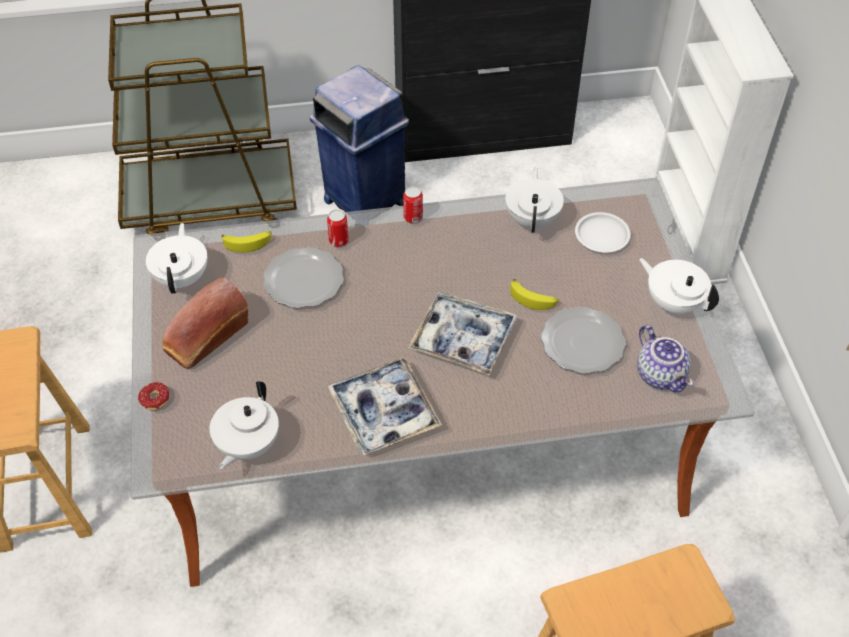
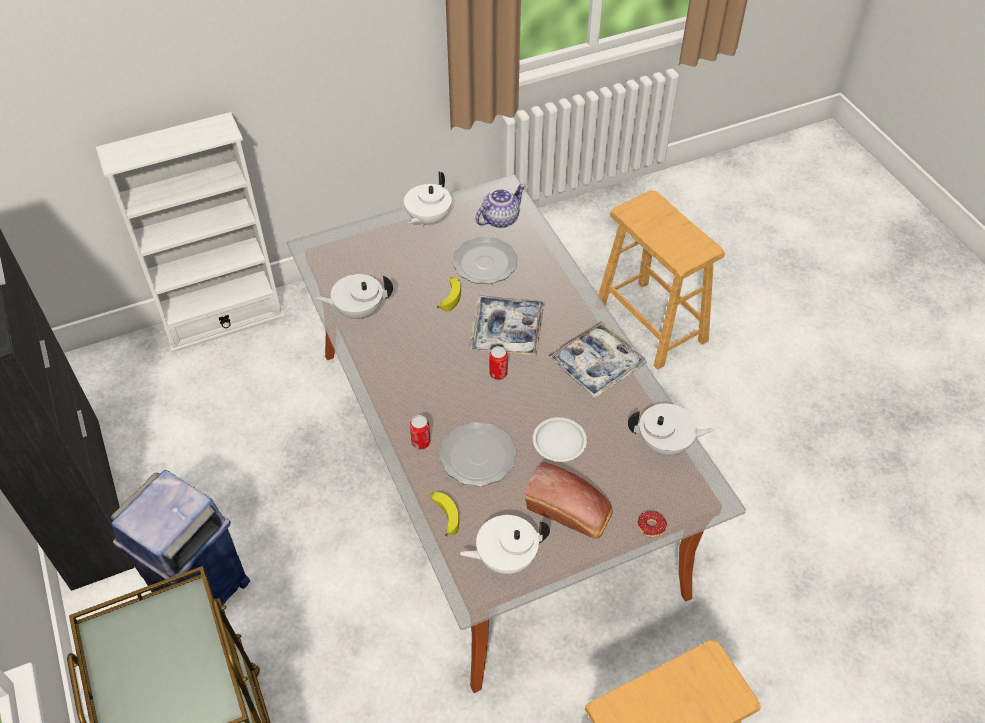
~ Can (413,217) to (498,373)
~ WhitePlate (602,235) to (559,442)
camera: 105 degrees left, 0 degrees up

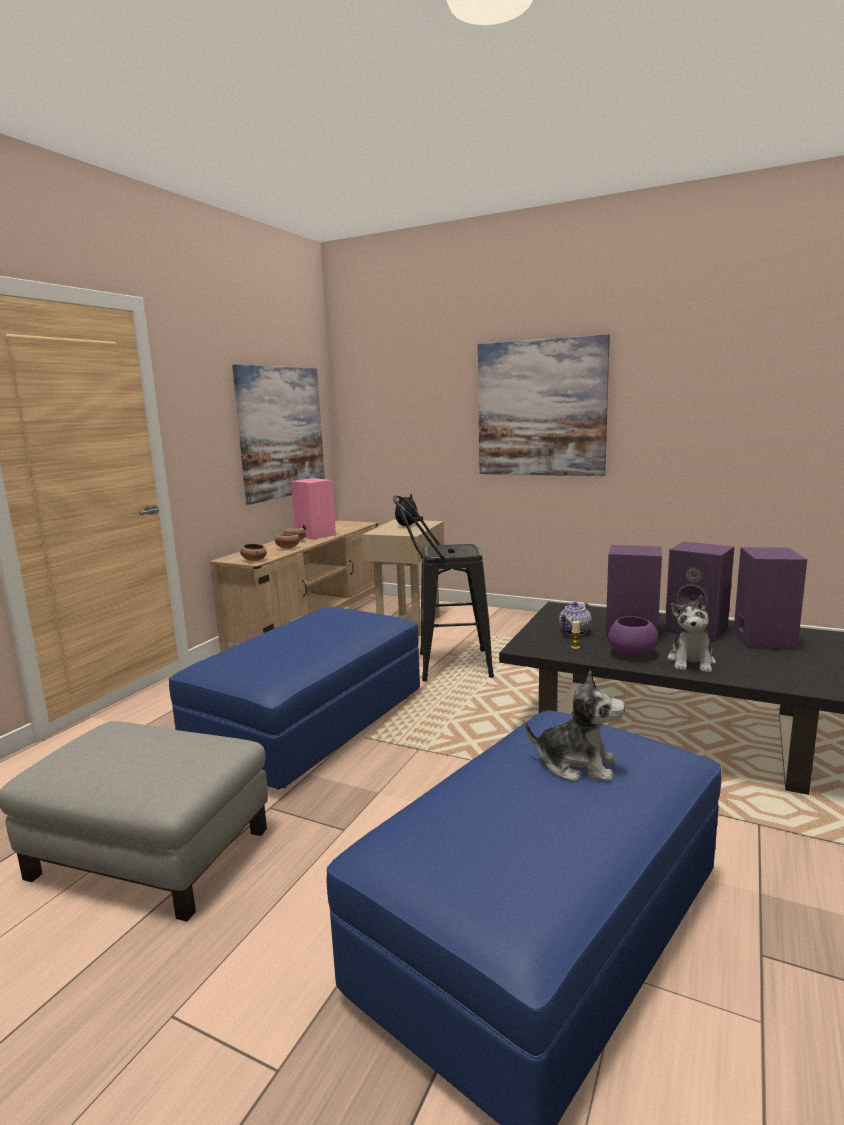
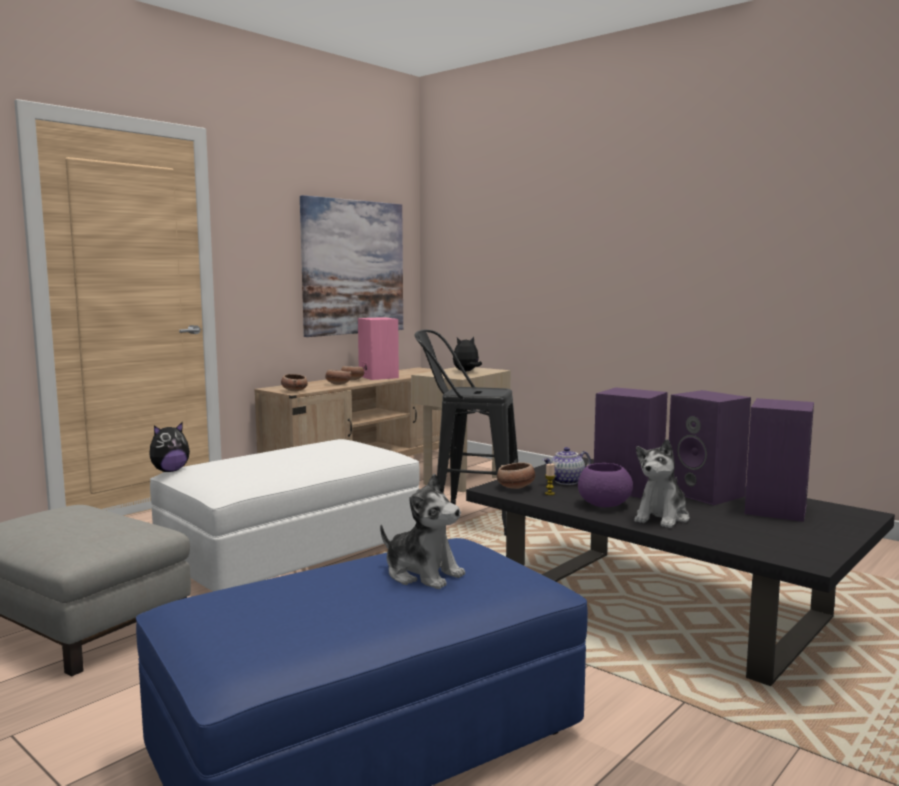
- Picture (541,408)
~ BlueOttoman (311,725) to WhiteOttoman (292,552)
+ PlushToy (169,471)
+ Bowl (516,487)
camera: 15 degrees right, 5 degrees down

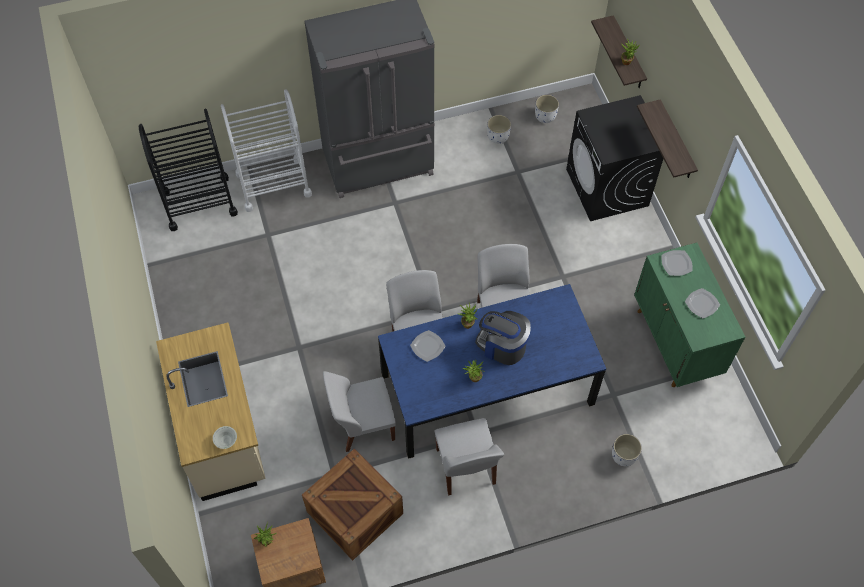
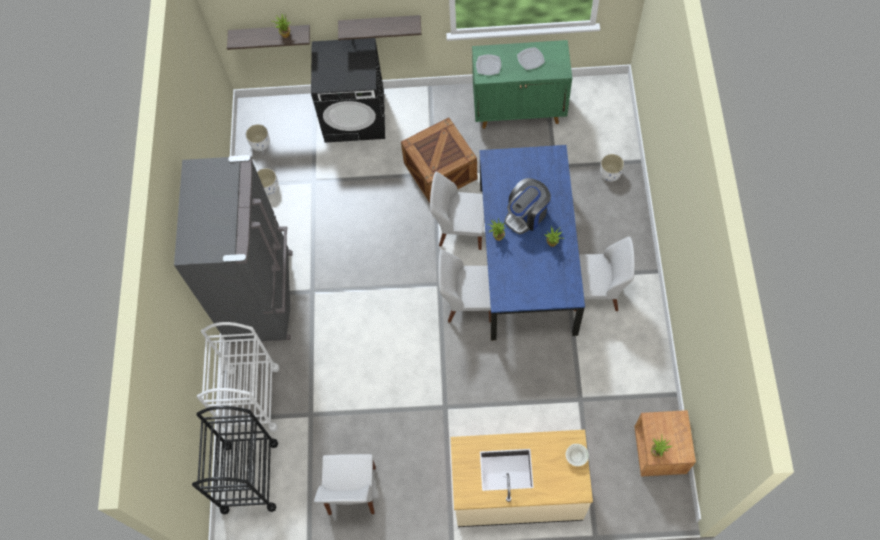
- Plate (428,346)
~ WhiteChair (363,425) to (352,492)
~ Crate (353,512) to (440,172)
camera: 70 degrees left, 5 degrees up

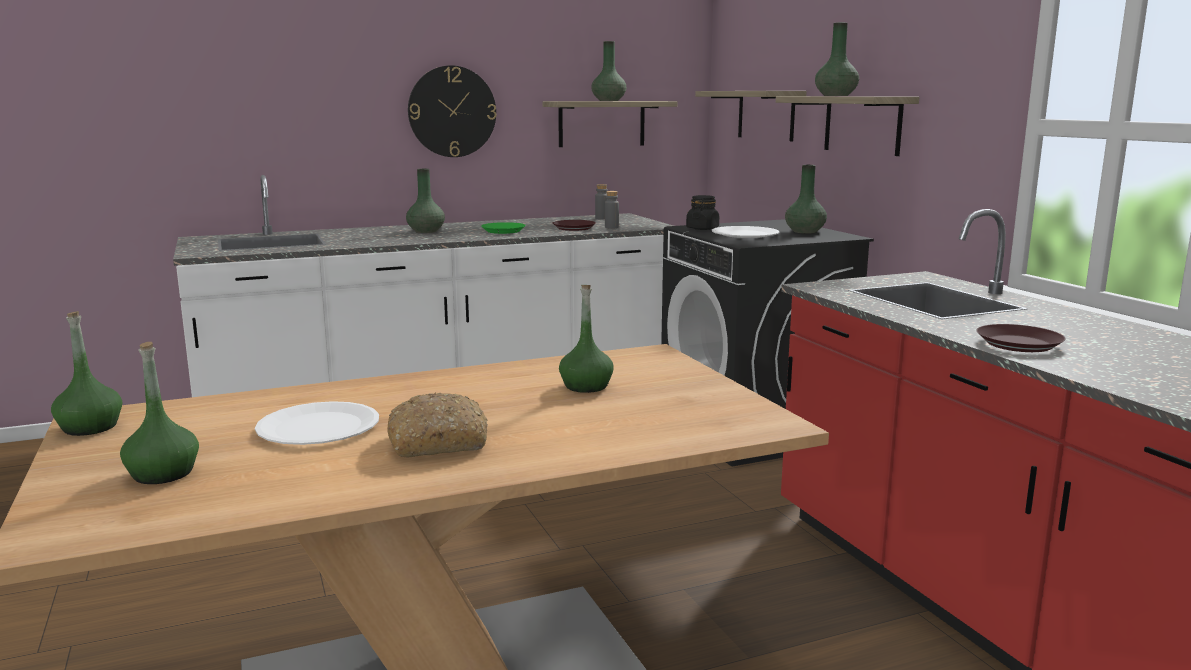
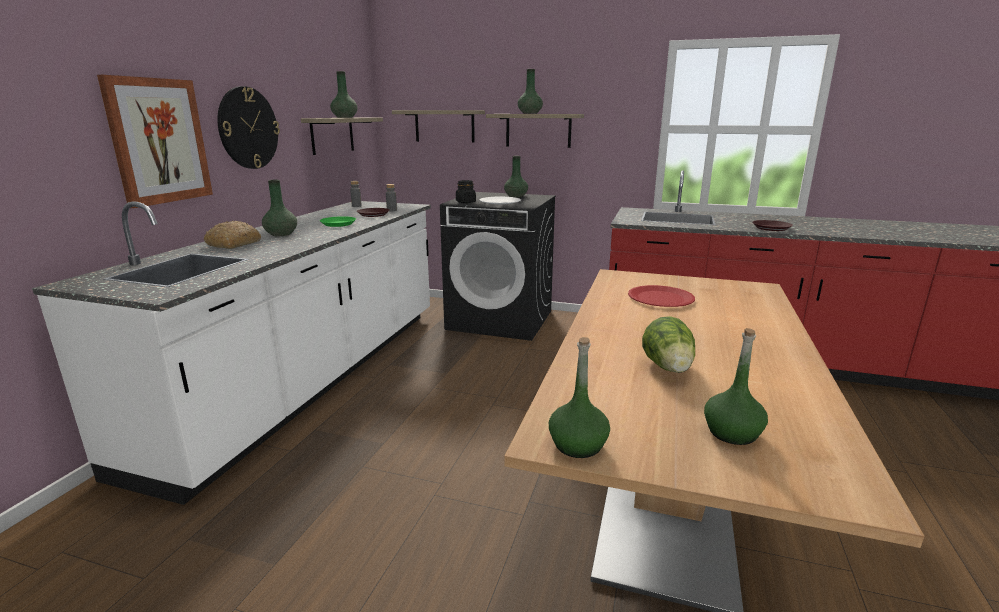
~ GreenBottle (586,386) to RedPlate (660,298)
~ Bread (439,442) to (234,244)
~ WhitePlate (319,427) to Lettuce (669,368)
+ Picture (159,141)
camera: 50 degrees left, 5 degrees up

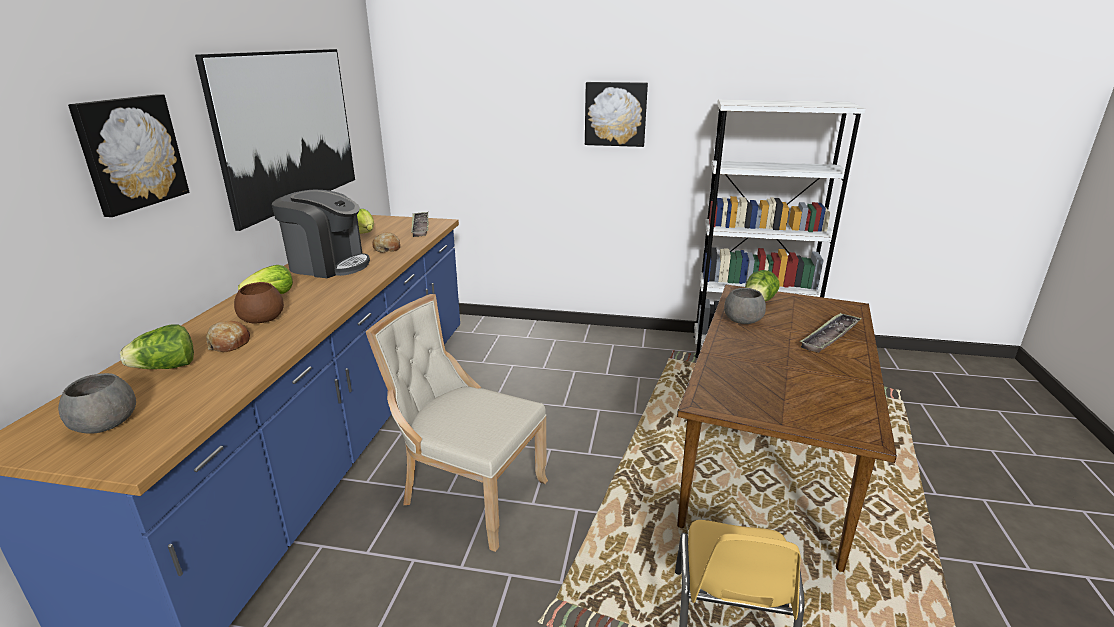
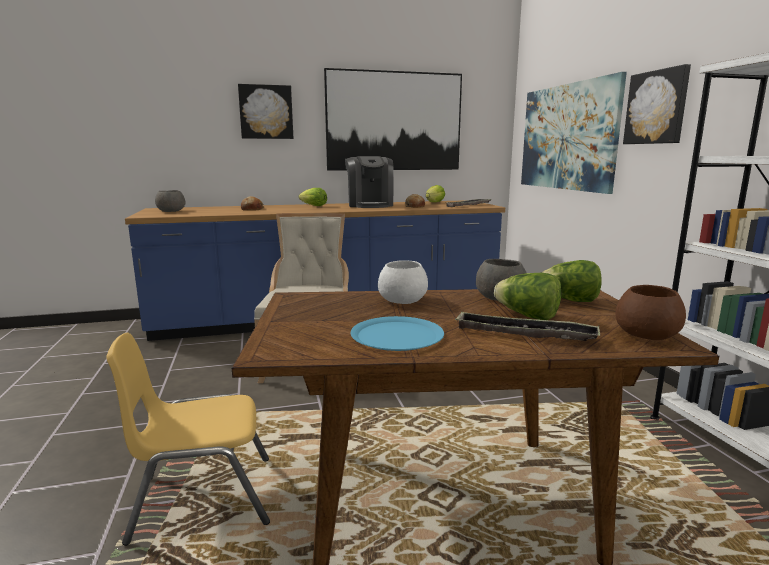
~ BrownBowl (262,318) to (647,334)
~ Lettuce (166,368) to (527,316)
+ Picture (567,137)
+ WhiteBowl (403,300)
+ BluePlate (397,335)
camera: 65 degrees right, 10 degrees down

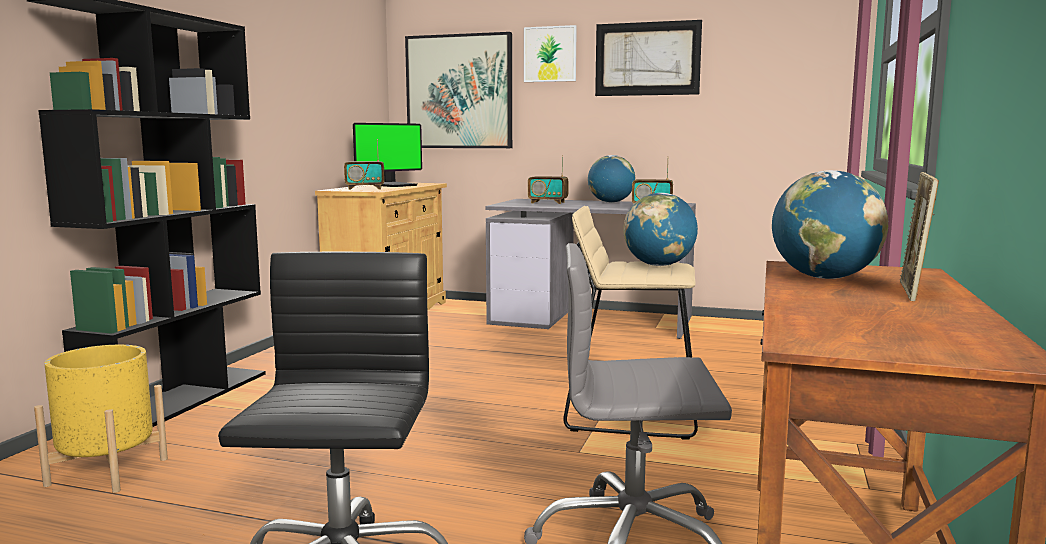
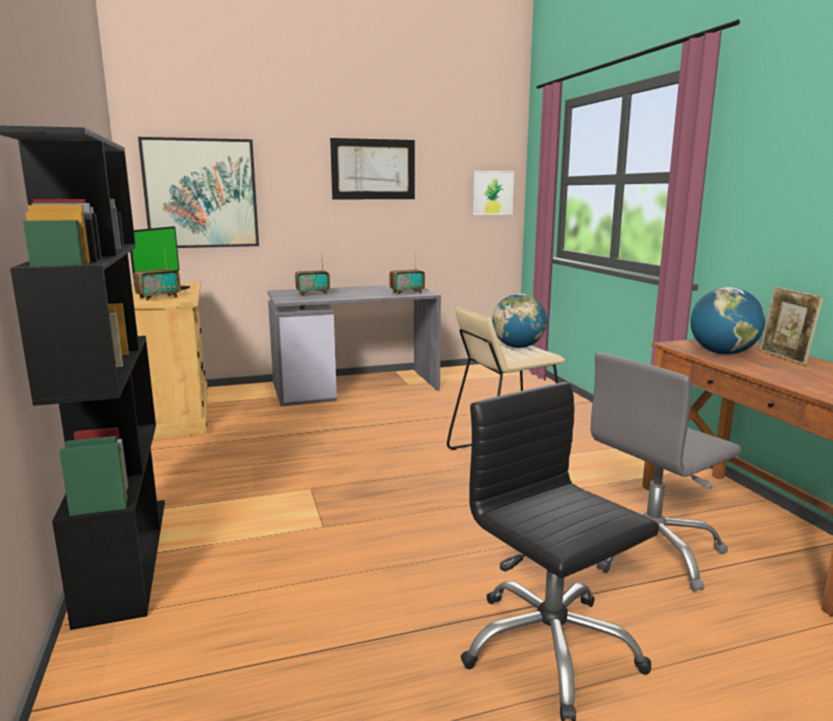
~ Picture (550,54) to (492,193)
- Globe (610,202)
- YellowPlanter (107,472)
camera: 35 degrees left, 5 degrees up

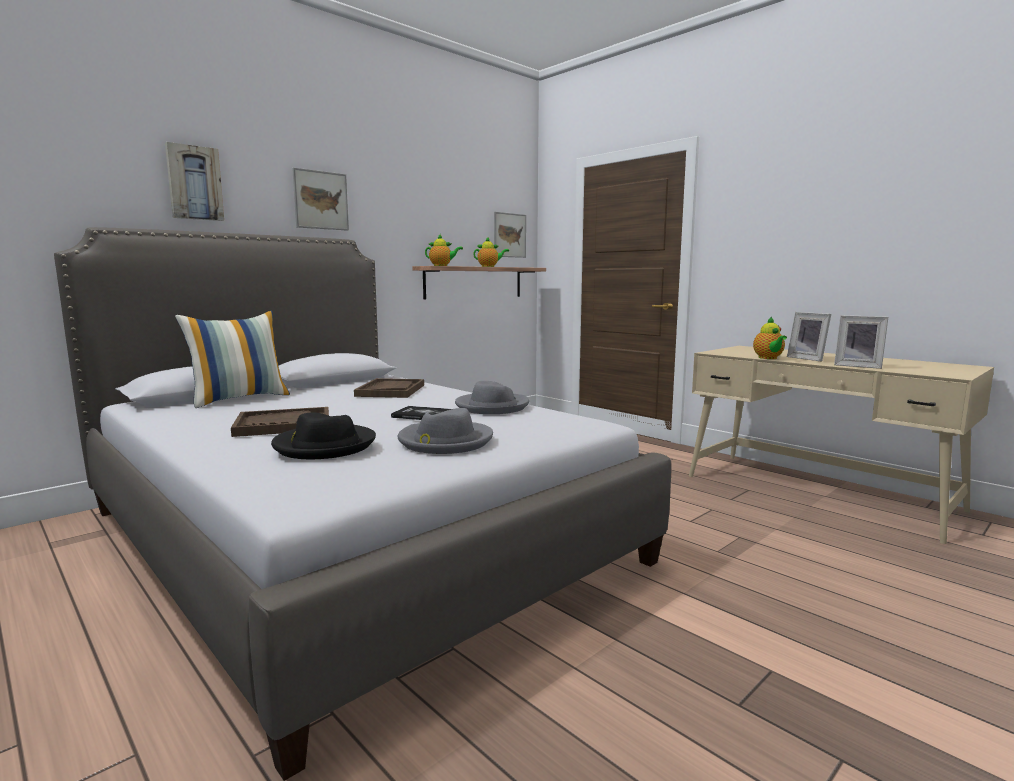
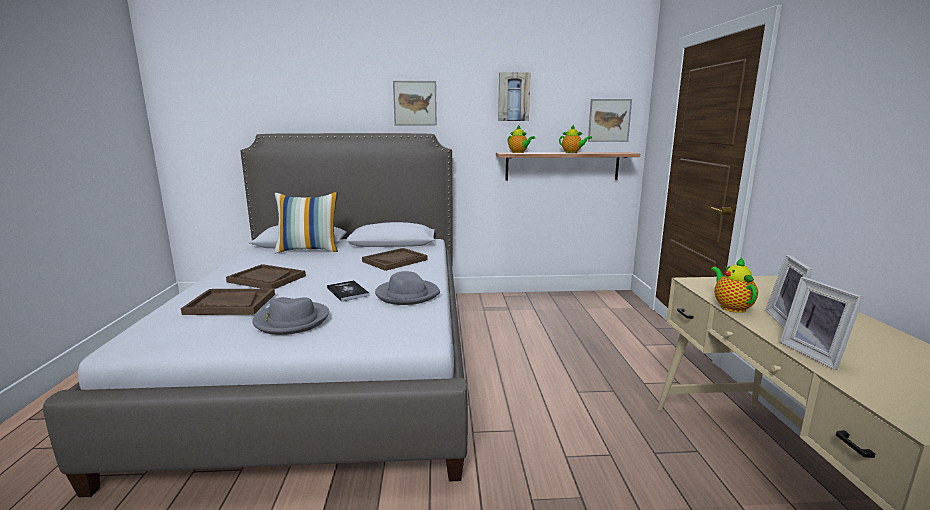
~ Picture (194,183) to (513,97)
~ Teapot (768,358) = (731,307) 135 degrees clockwise
~ BlackHat (324,446) to BrownTray (230,304)
camera: 40 degrees right, 5 degrees up

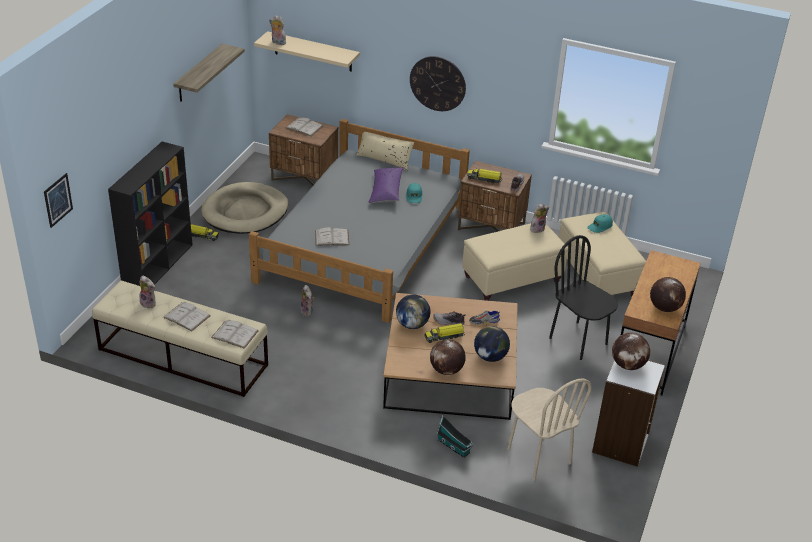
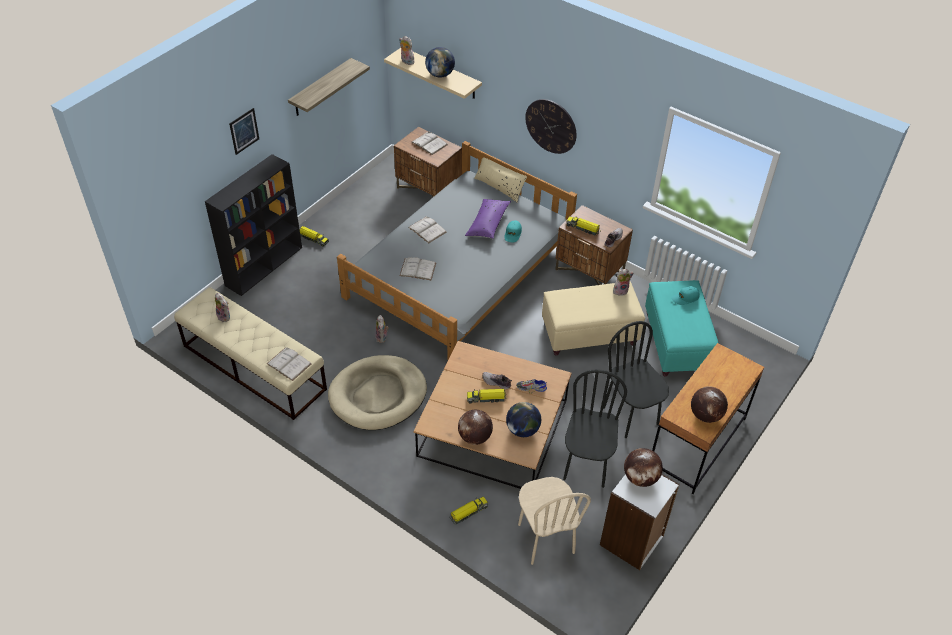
~ Picture (58,200) to (244,131)
~ BeigeDogBed (245,212) to (378,395)
~ BeigeOttoman (597,275) to TurquoiseOttoman (676,343)
~ Globe (412,324) to (440,74)
~ WhiteBook (186,316) to (427,229)
~ ToyHouse (454,447) to ToyTruck (468,512)
+ BlackChair (586,465)
camera: 15 degrees right, 10 degrees up

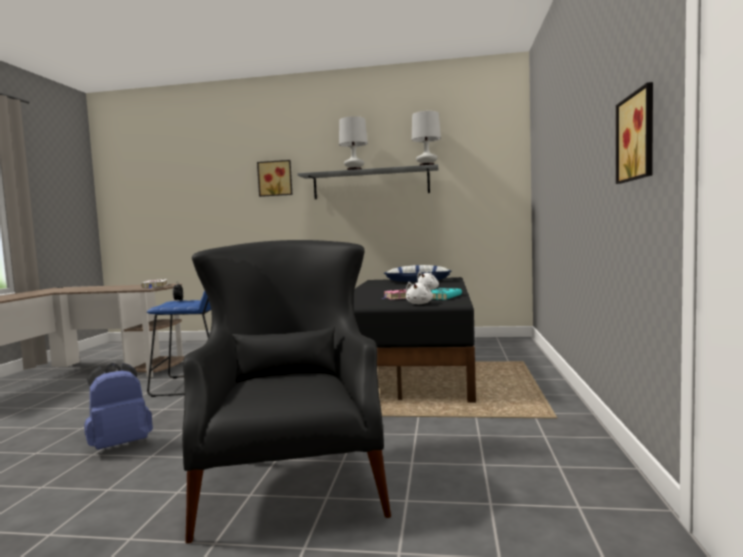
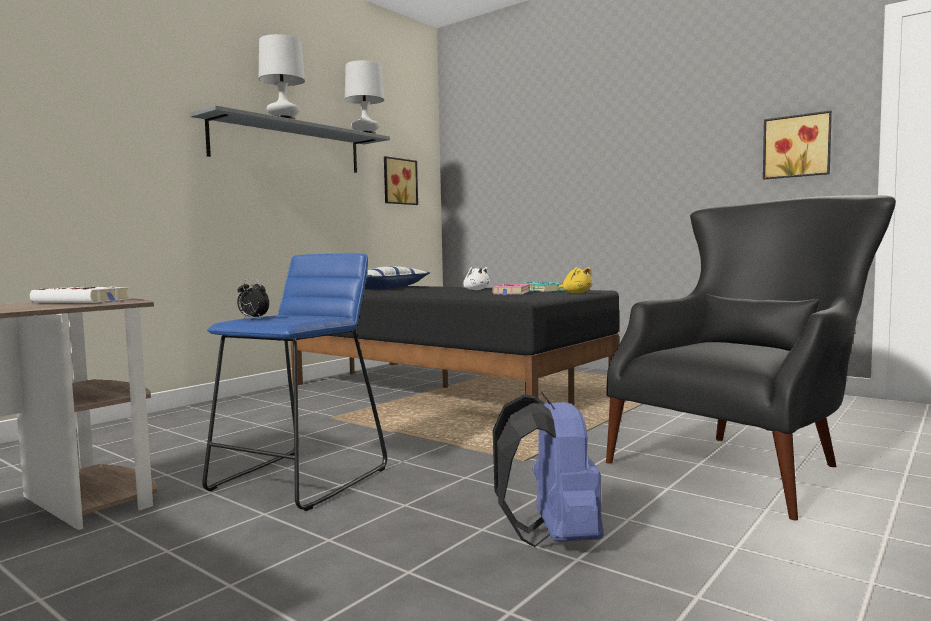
~ Picture (275,178) to (399,181)
~ BlackArmchair (292,475) = (749,462) 120 degrees clockwise
~ WhitePlushToy (419,304) to YellowPlushToy (576,293)
camera: 60 degrees left, 0 degrees up

